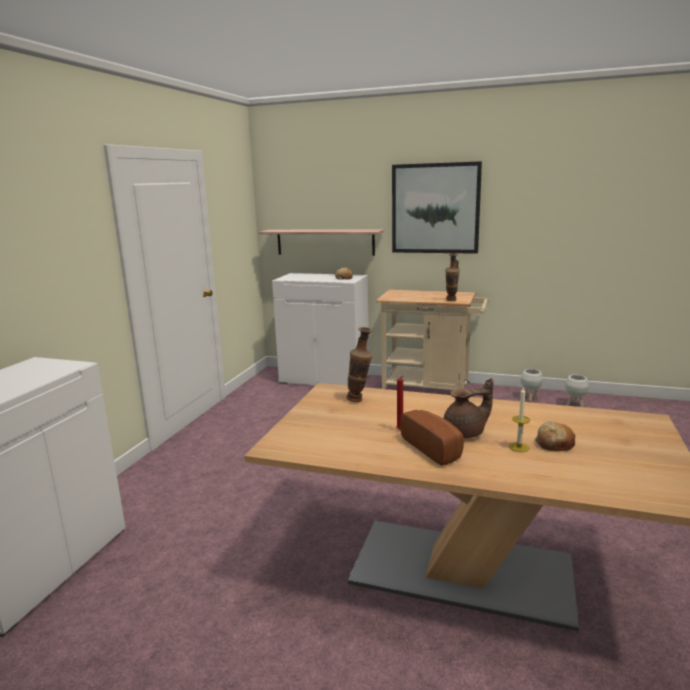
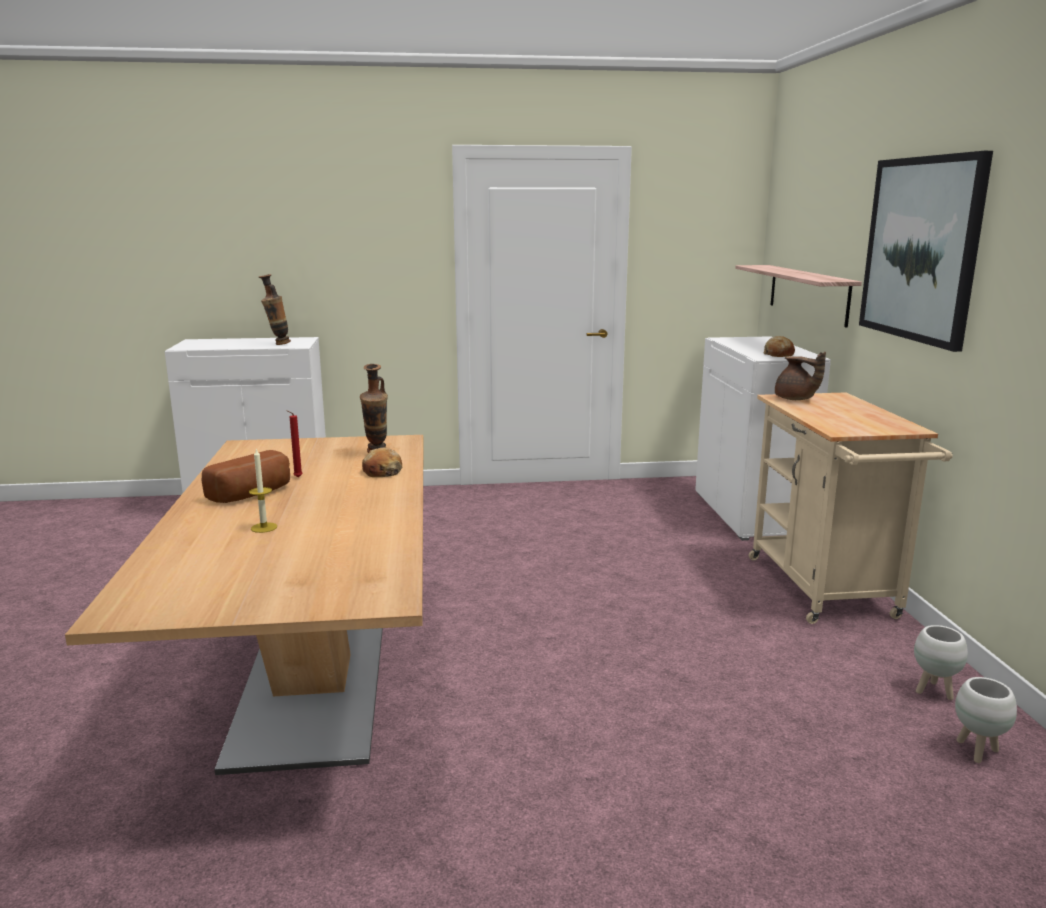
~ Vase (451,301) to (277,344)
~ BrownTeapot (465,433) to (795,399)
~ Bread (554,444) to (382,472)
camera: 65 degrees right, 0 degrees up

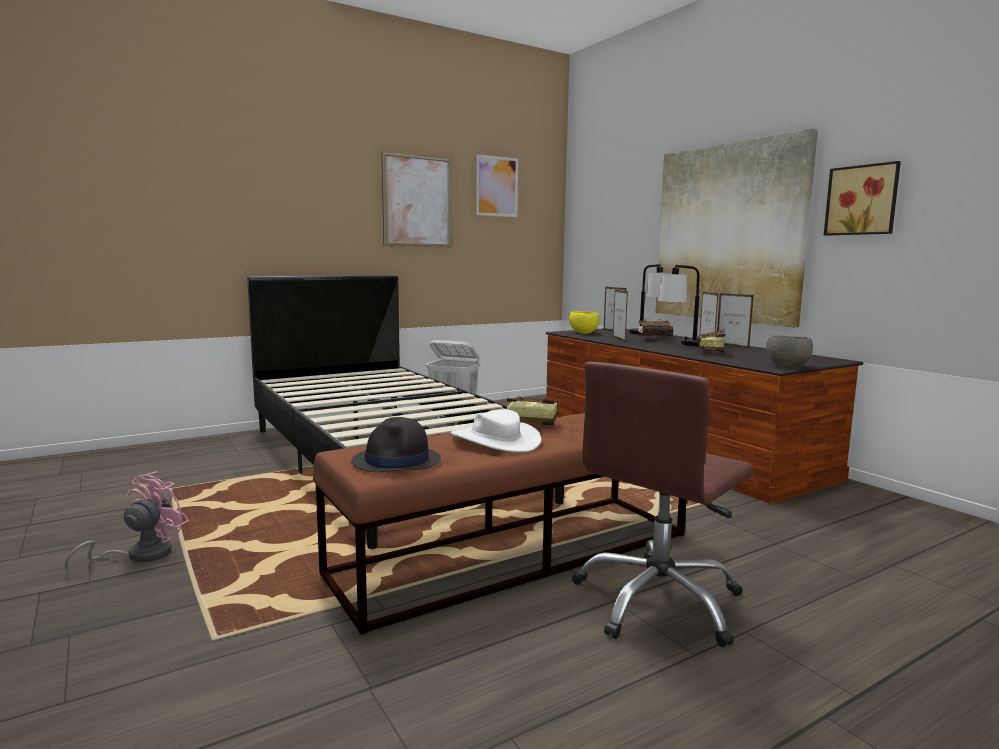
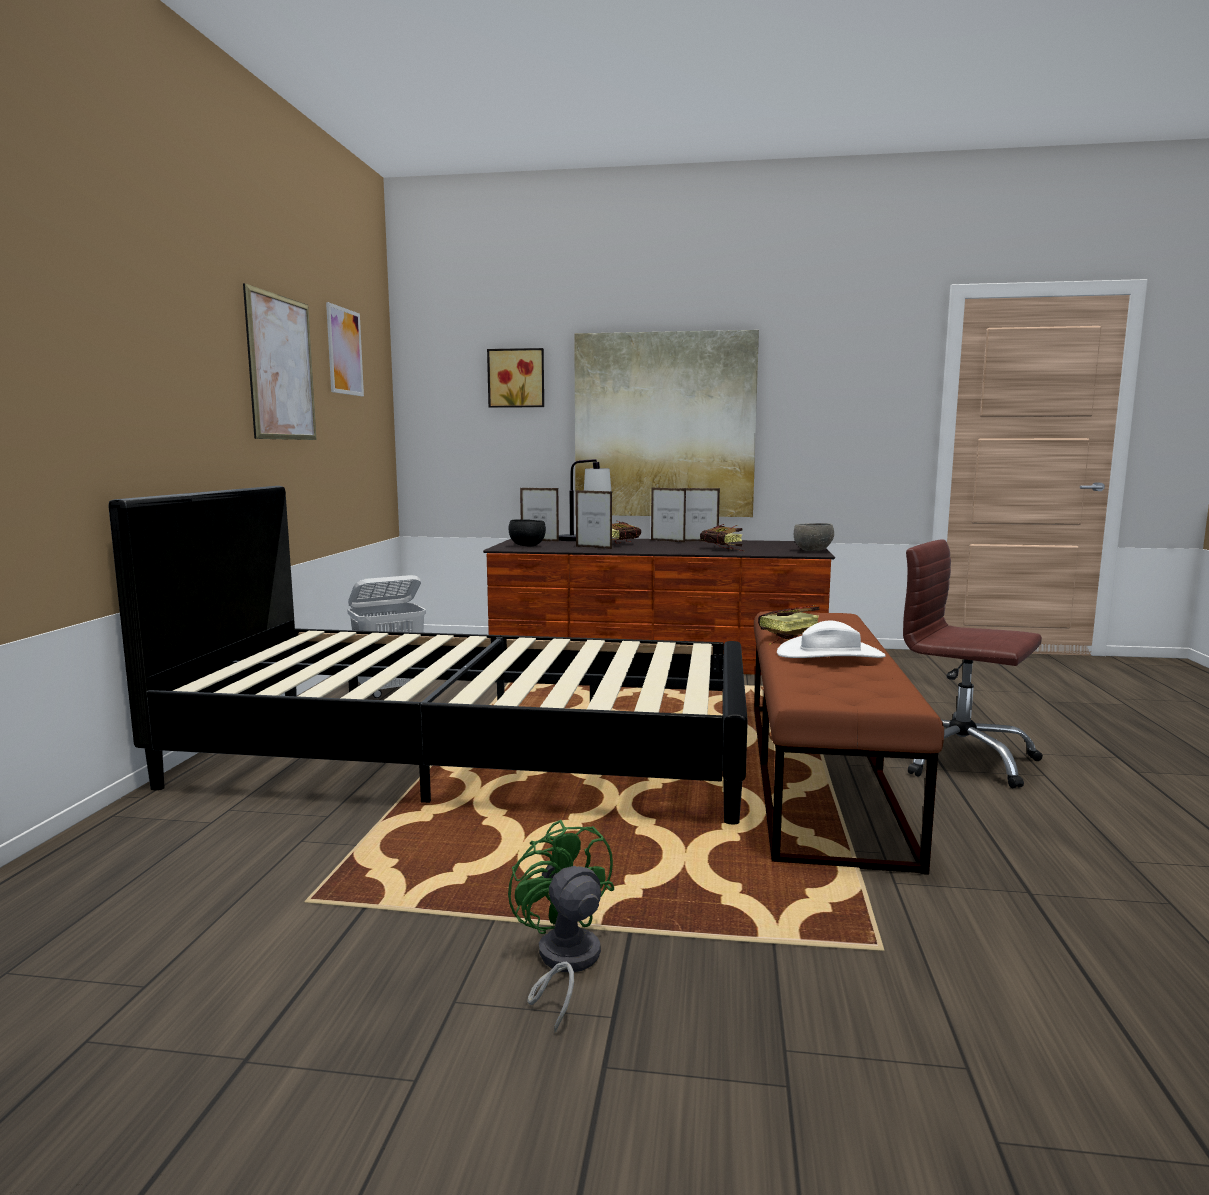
~ Picture (863,200) to (516,378)
- TableLamp (682,344)
~ YellowBowl (583,333) to BlackBowl (527,546)
~ BrownOfficeChair (658,601) = (959,759) 135 degrees clockwise
- BlackHat (397,461)
~ PinkFan (140,555) to GreenFan (563,963)
camera: 50 degrees left, 0 degrees up

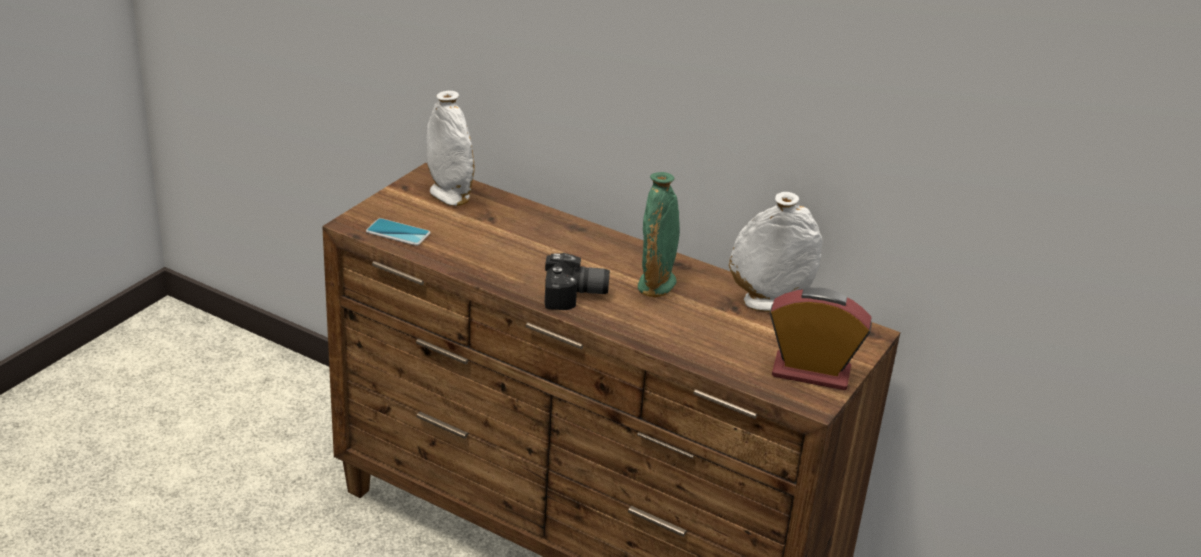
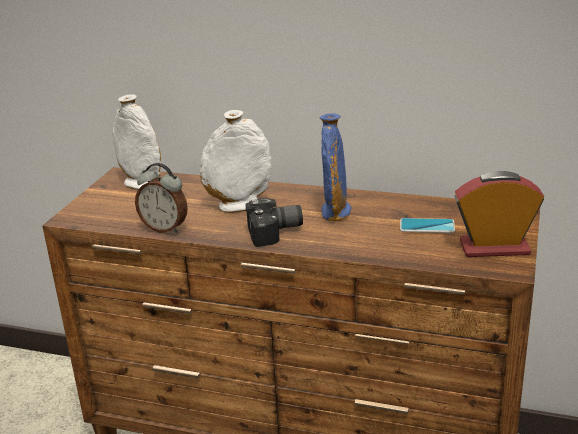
~ GreenVase (656,284) to BlueVase (336,212)
~ WhiteVase (768,303) to (239,206)
~ Phone (398,233) to (427,226)
+ AlarmClock (165,228)
camera: 10 degrees left, 5 degrees down

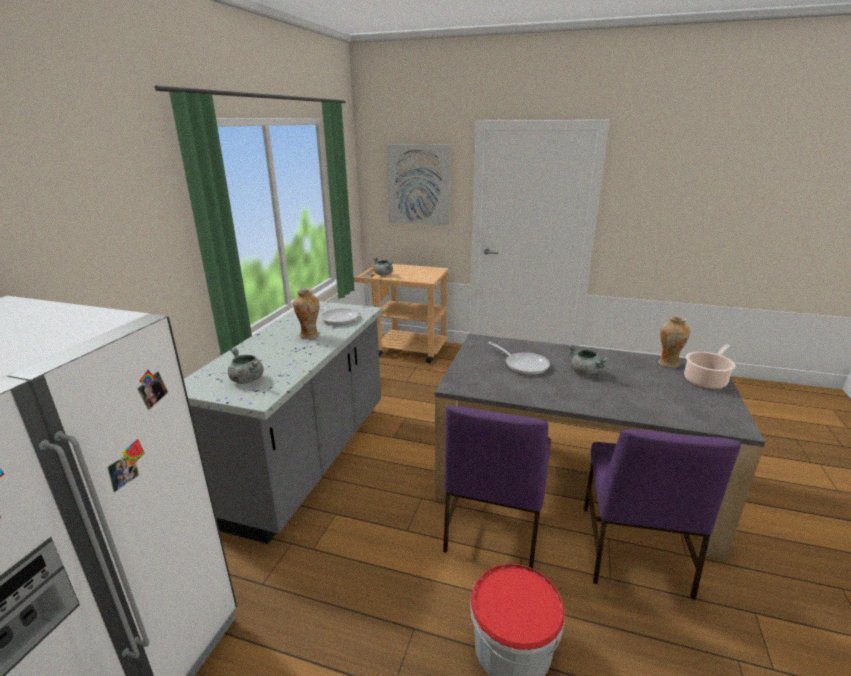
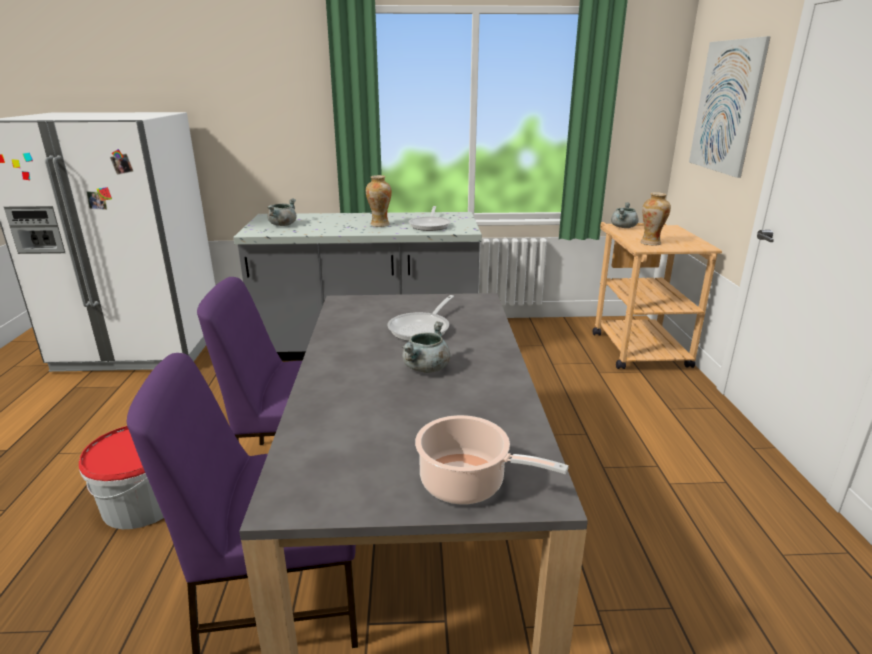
~ Vase (668,363) to (650,243)
camera: 70 degrees right, 0 degrees up

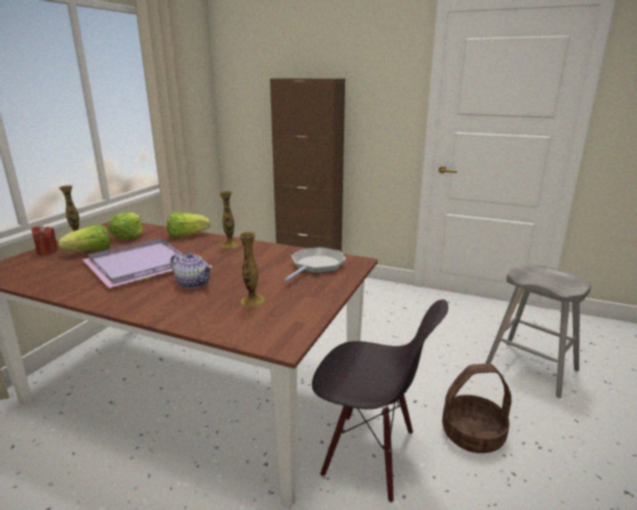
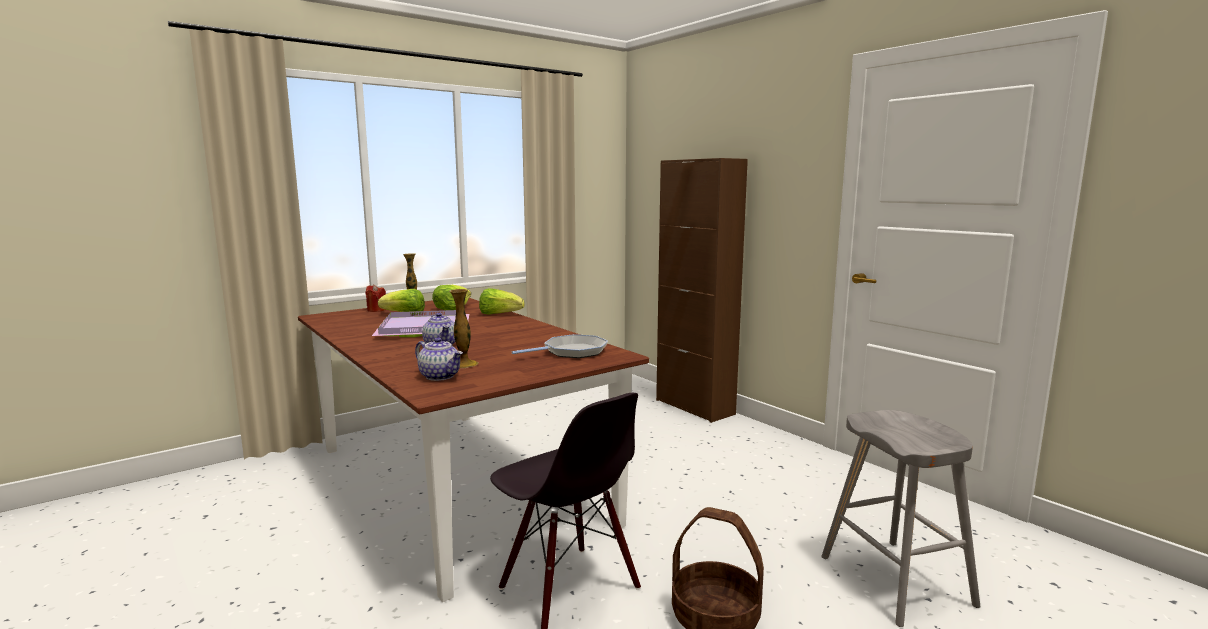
- Vase (230,245)
+ Teapot (440,376)
camera: 30 degrees right, 10 degrees down

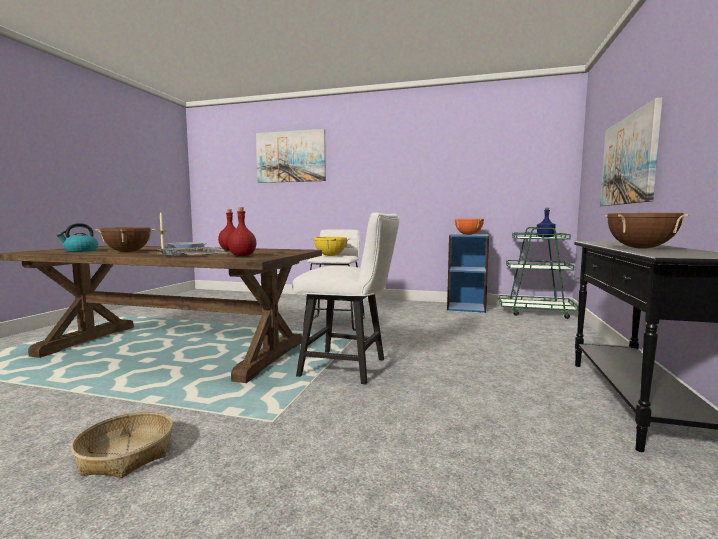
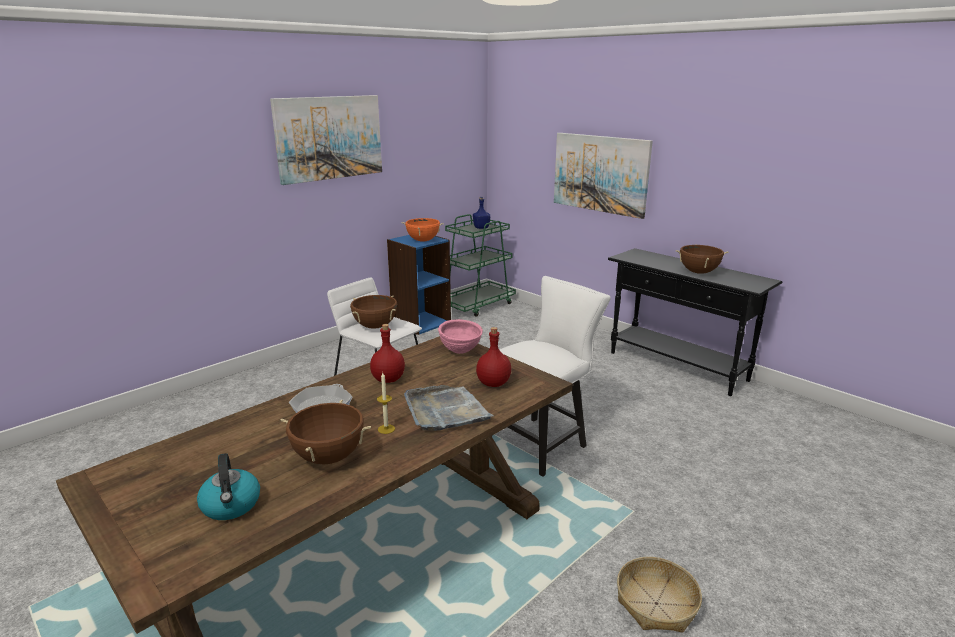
~ Picture (291,156) to (329,138)
~ YellowCookingPot (330,256) to BrownCookingPot (375,326)
+ PinkBowl (460,352)
camera: 60 degrees left, 15 degrees up

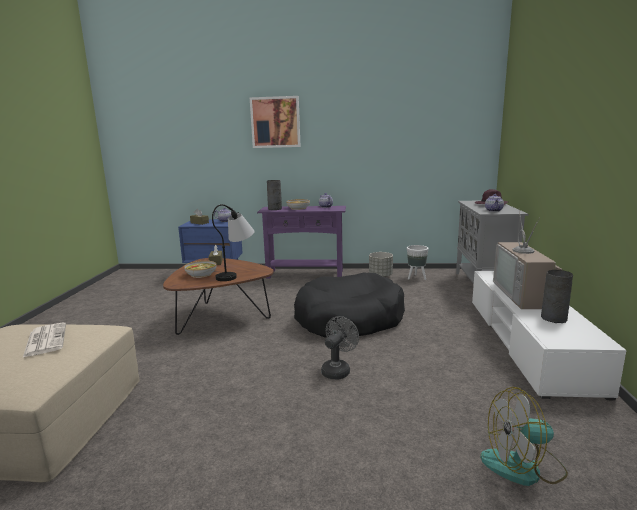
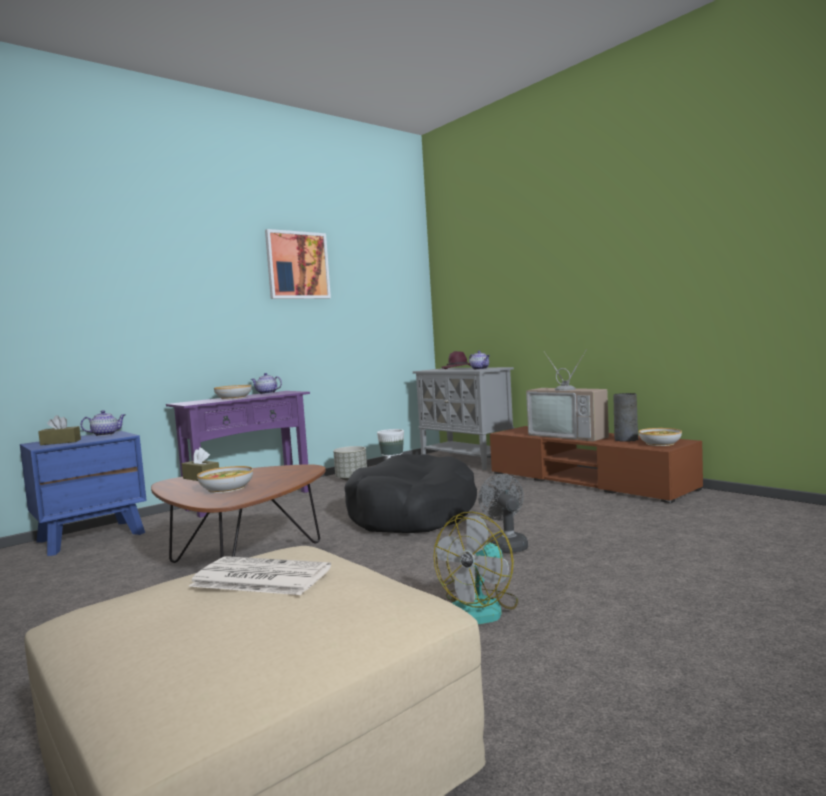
~ Picture (275,122) to (297,265)
- GreyVase (275,209)
- TableLamp (237,274)
~ WhiteTvStand (528,341) to BrownTvStand (587,481)
~ Fan (523,466) to (479,609)
+ Bowl (660,443)
camera: 45 degrees left, 10 degrees down

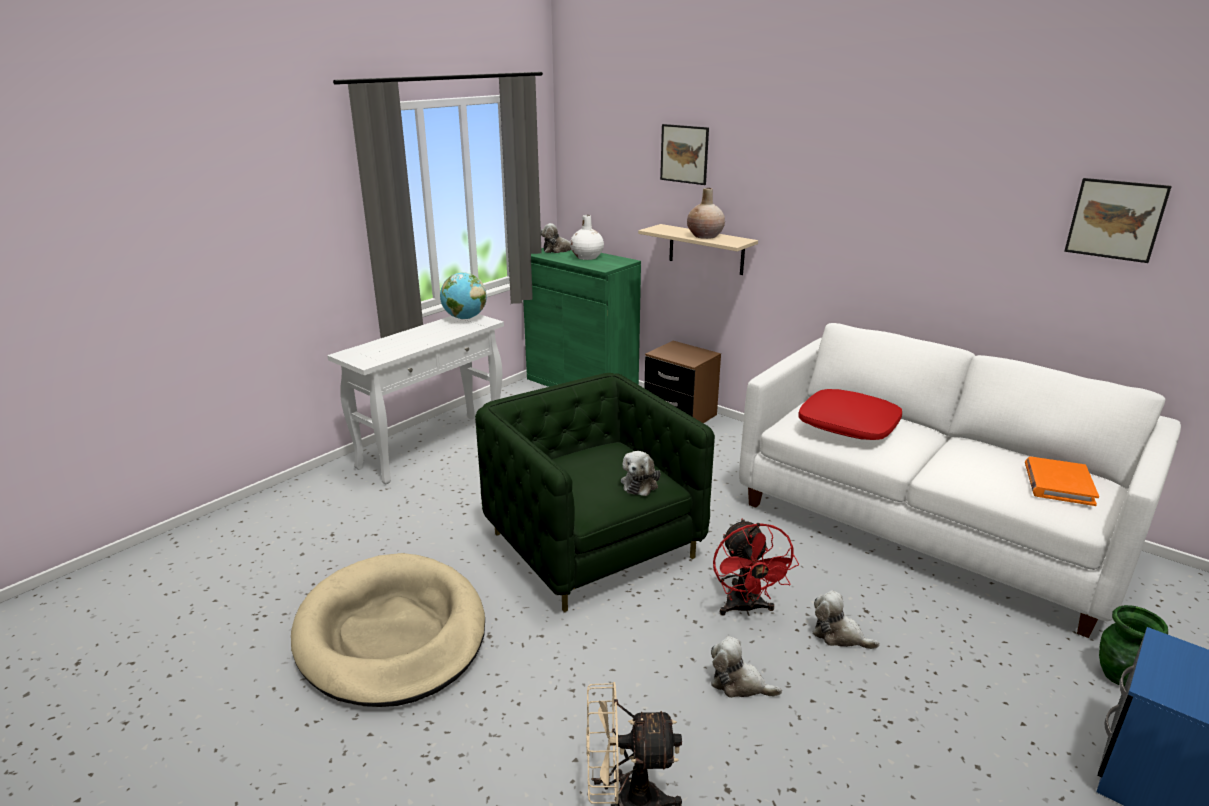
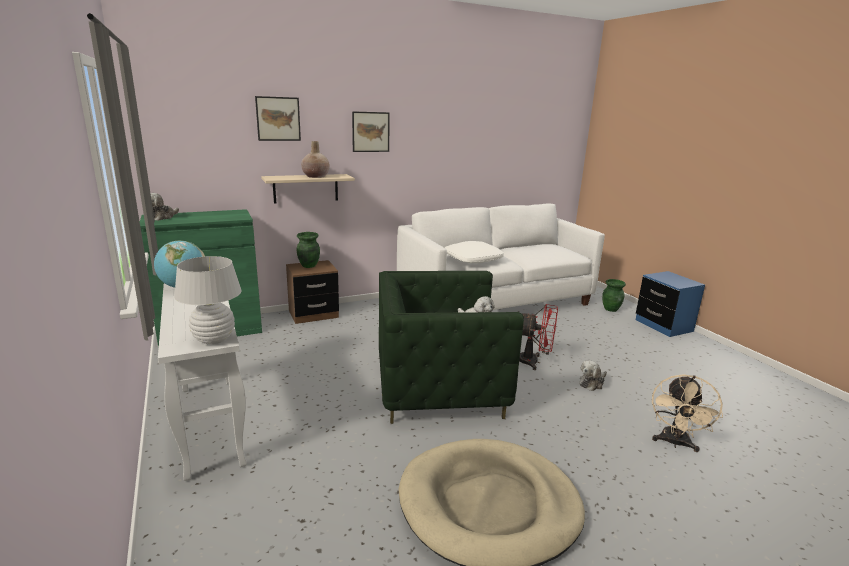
~ Picture (1115,219) to (370,132)
- WhiteVase (587,257)
~ RedPillow (848,425) to WhitePillow (473,259)
- OrangeBook (1058,484)
- PlushToy (839,635)
+ GreenVase (308,266)
+ WhiteTableLamp (214,339)
camera: 65 degrees left, 5 degrees down

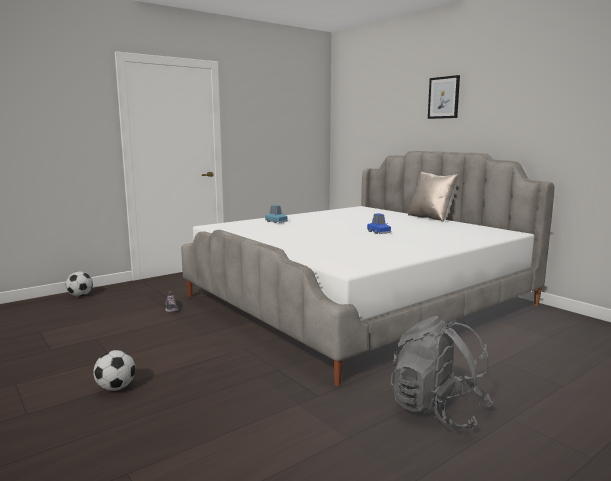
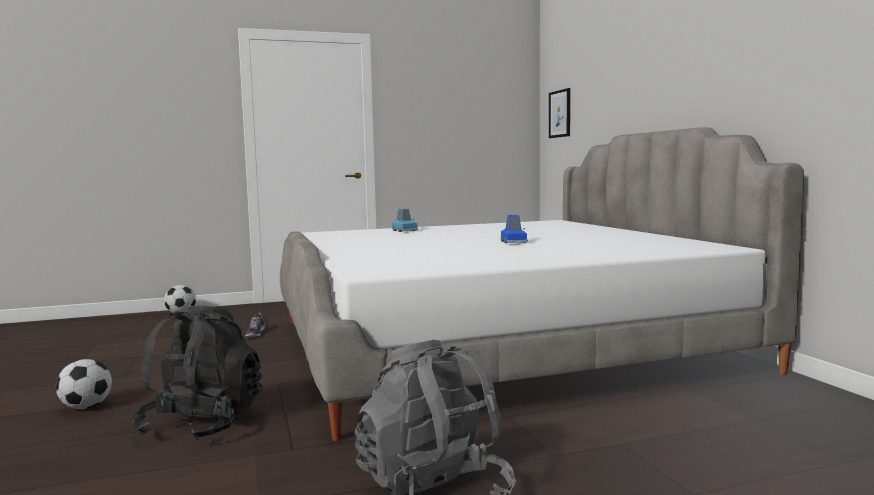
~ Picture (443,97) to (560,114)
- BeigePillow (431,218)
+ BlackBackpack (202,424)
camera: 20 degrees right, 5 degrees down

